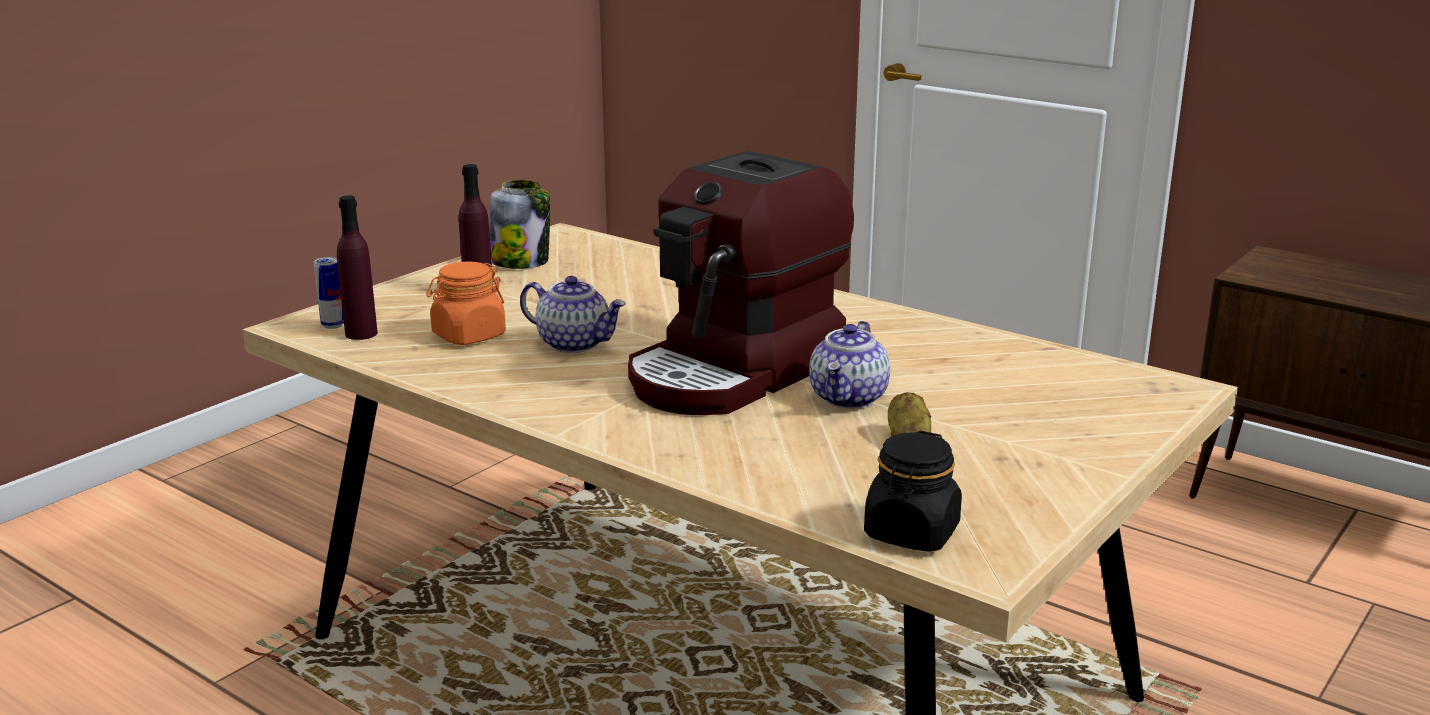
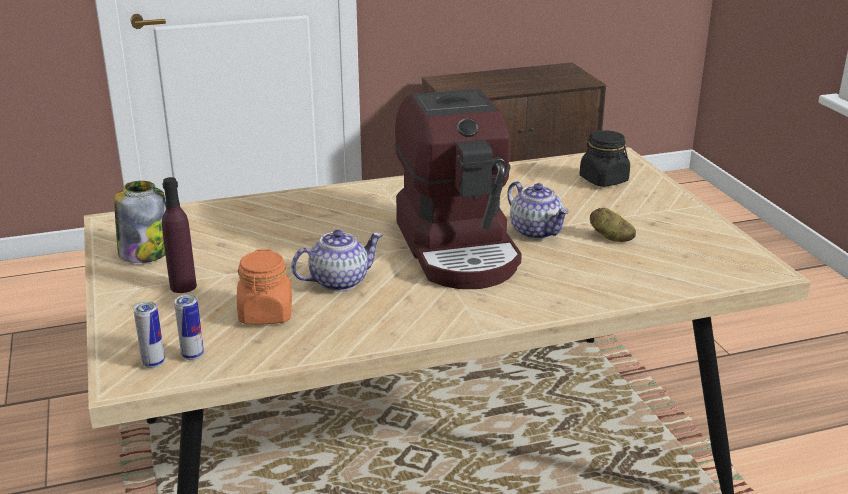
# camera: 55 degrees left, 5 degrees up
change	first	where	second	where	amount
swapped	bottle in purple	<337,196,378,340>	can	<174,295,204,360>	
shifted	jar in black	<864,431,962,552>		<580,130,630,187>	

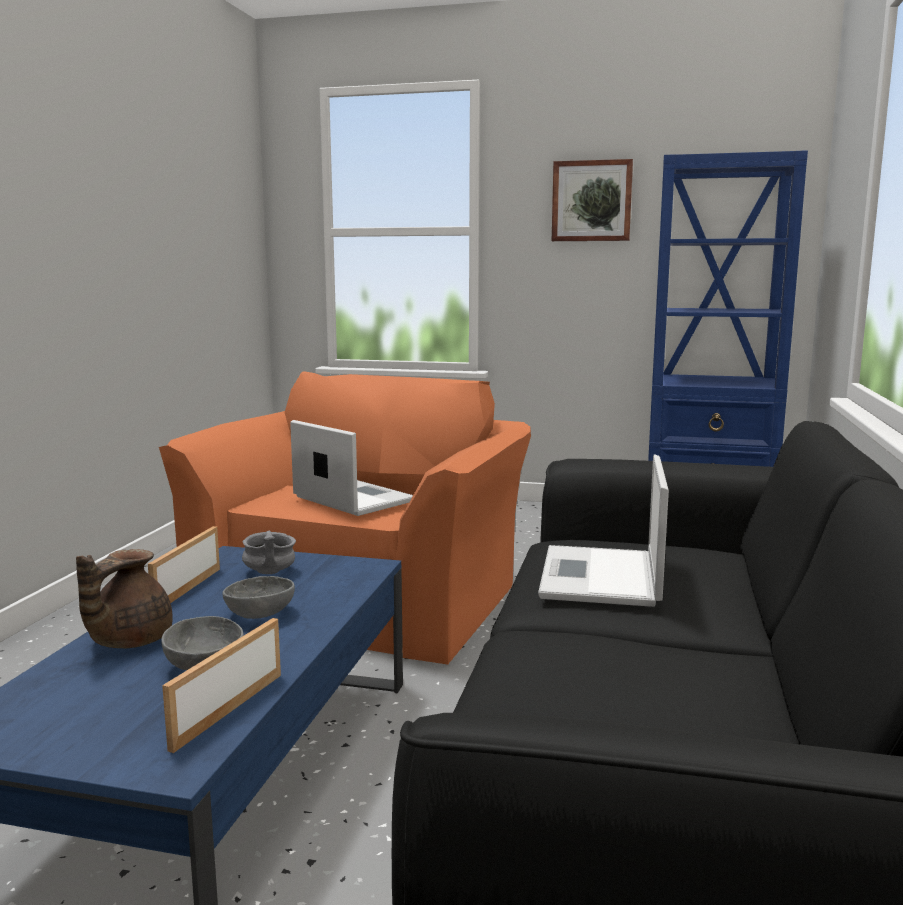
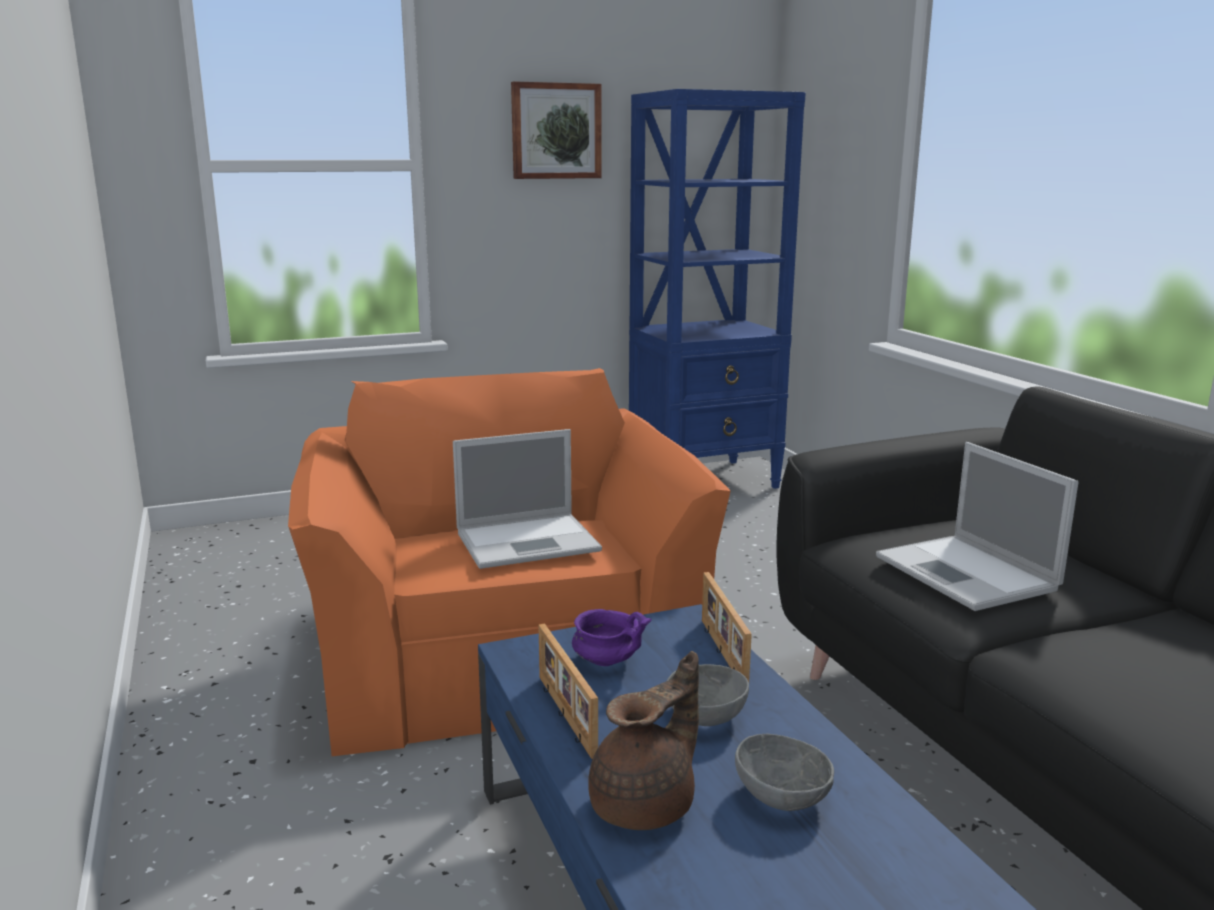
# camera: 35 degrees left, 5 degrees up
change	first	where	second	where	amount
rotated	laptop	<290,420,413,516>		<453,429,602,569>	150 degrees clockwise
repainted	bowl in grey	<242,530,296,574>	bowl in purple	<572,609,652,666>	
rotated	teapot in brown	<76,549,173,648>		<588,651,699,830>	120 degrees counterclockwise
shifted	picture frame	<162,618,281,753>		<702,572,752,682>	

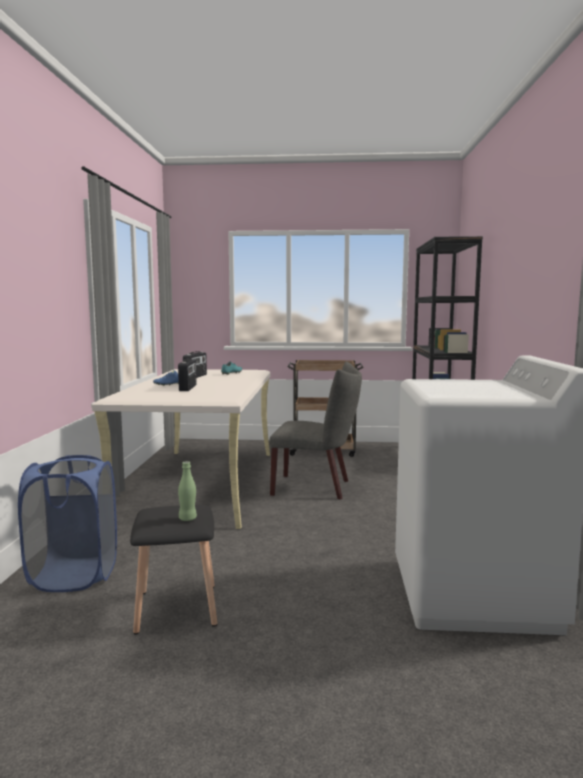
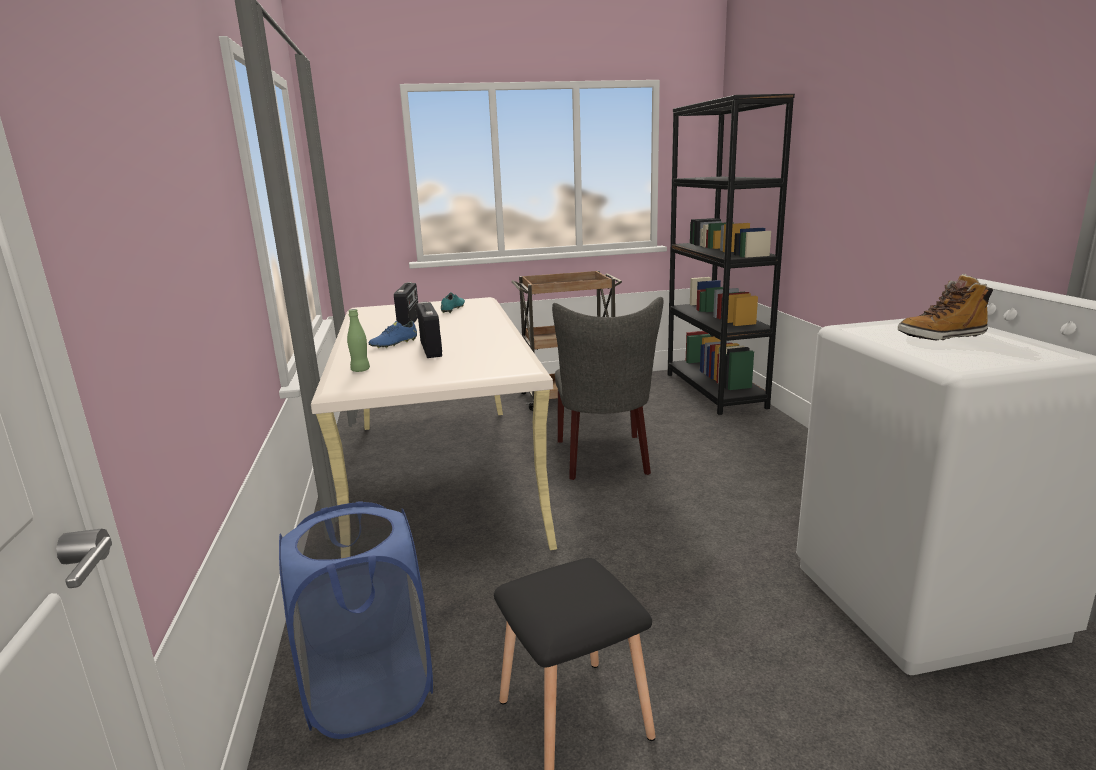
# camera: 15 degrees left, 10 degrees up
change	first	where	second	where	amount
rotated	chair in grey	<269,362,362,500>		<552,297,663,480>	90 degrees clockwise
shifted	bottle in green	<178,461,197,521>		<347,309,370,372>	
new			boot	<898,274,993,340>	

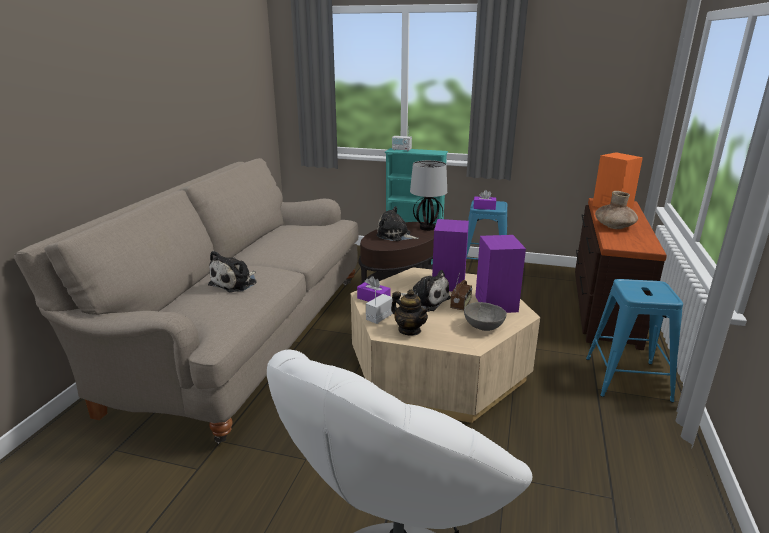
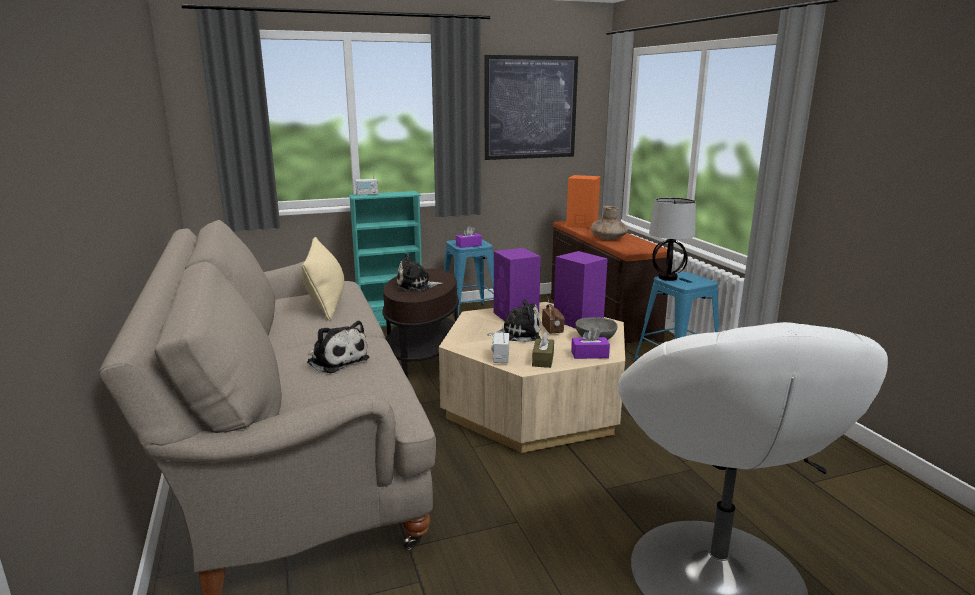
# camera: 35 degrees left, 5 degrees down
change	first	where	second	where	amount
shifted	table lamp	<410,160,447,231>		<649,197,696,281>	
rotated	plush toy	<208,251,257,293>		<307,321,369,373>	45 degrees counterclockwise
shifted	tissue box in purple	<357,276,391,302>		<571,328,610,359>	
swapped	teapot	<391,290,430,336>	tissue box in brown	<532,332,554,368>	
new			picture	<485,55,578,160>	
new			pillow in beige	<302,237,344,321>	

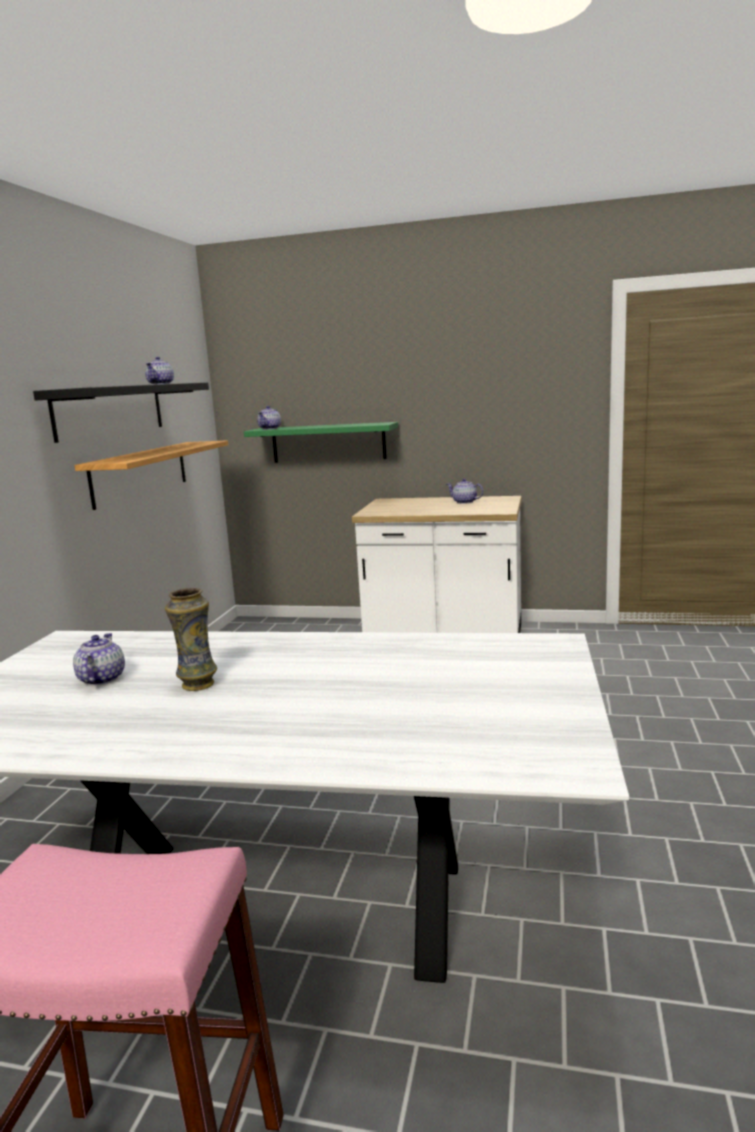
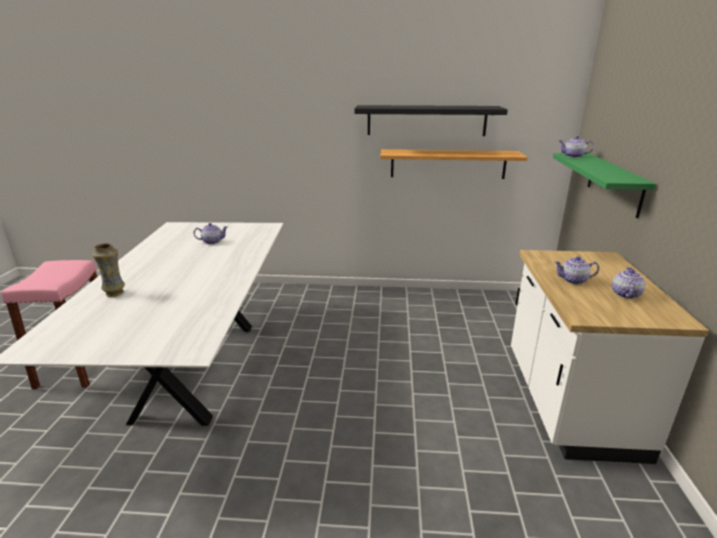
# camera: 80 degrees right, 10 degrees up
change	first	where	second	where	amount
shifted	teapot	<145,357,174,385>		<555,256,599,284>	
shifted	vase	<165,588,217,691>		<92,243,125,297>	

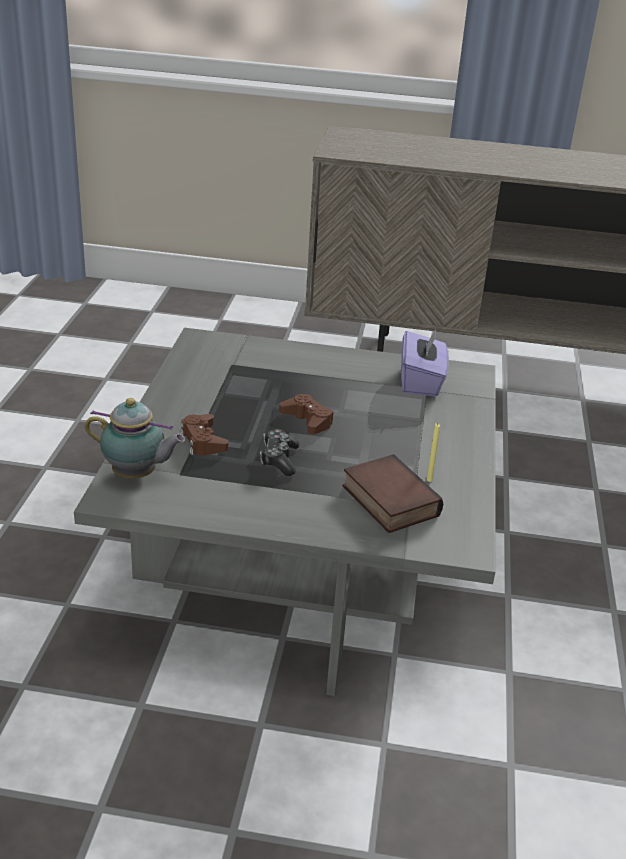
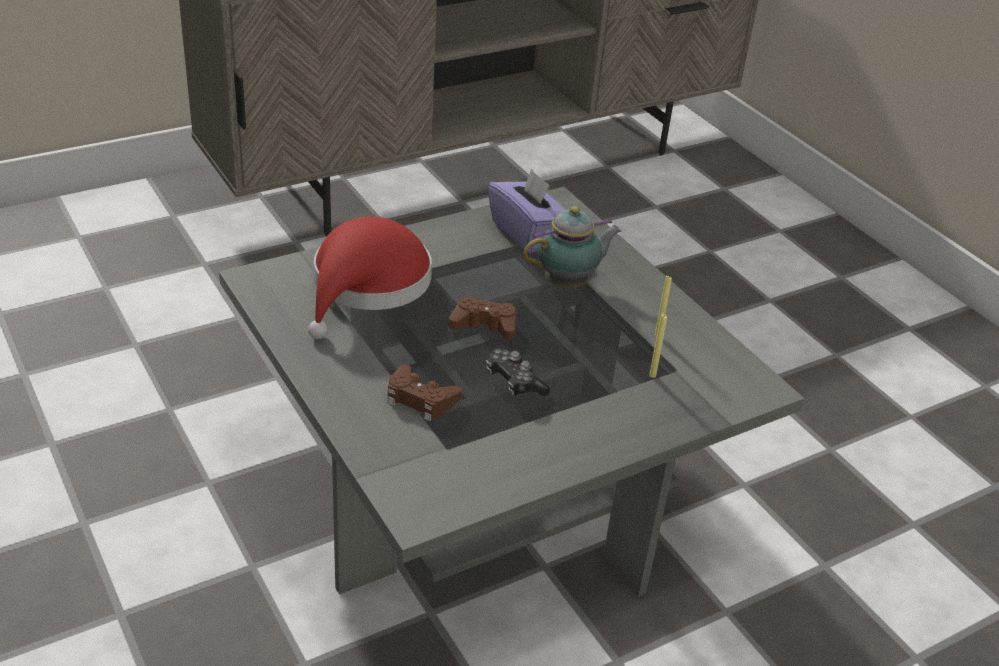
# camera: 40 degrees left, 5 degrees up
change	first	where	second	where	amount
shifted	teapot	<85,398,185,479>		<523,206,622,288>	
swapped	book	<343,454,443,533>	candle in yellow	<649,314,667,378>	
new			hat in red	<308,217,432,339>	

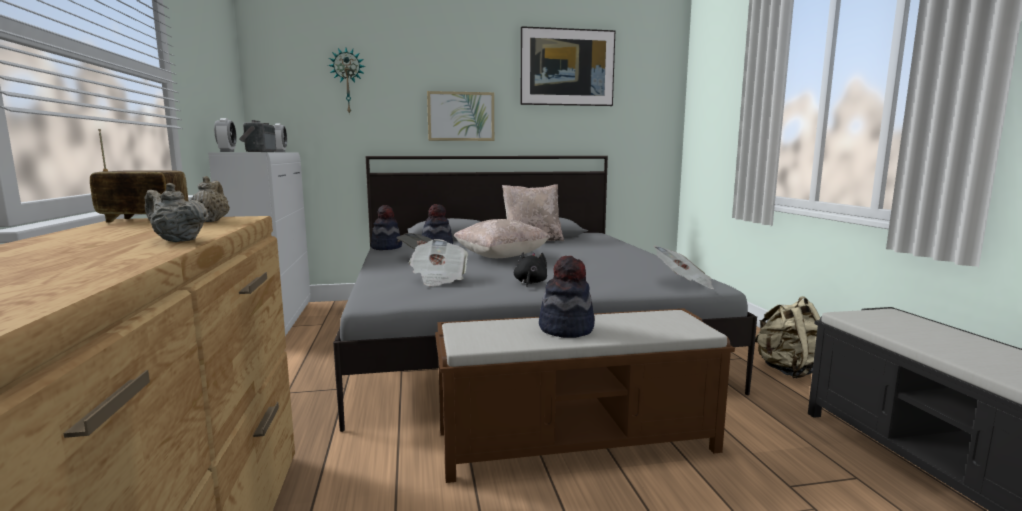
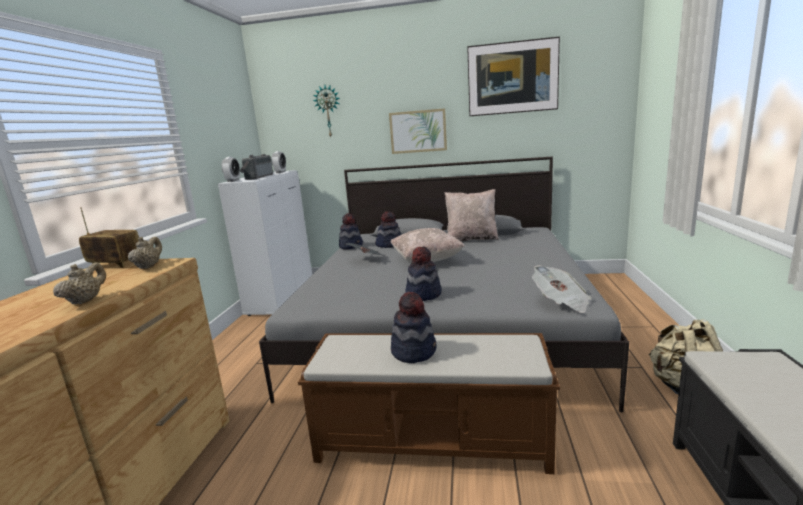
# camera: 20 degrees right, 5 degrees up
change	first	where	second	where	amount
rotated	teapot in beige	<145,183,209,242>		<53,262,106,304>	60 degrees clockwise
gone	newspaper	<409,239,468,286>			
swapped	plush toy in black	<514,252,547,287>	hat	<405,246,442,301>	

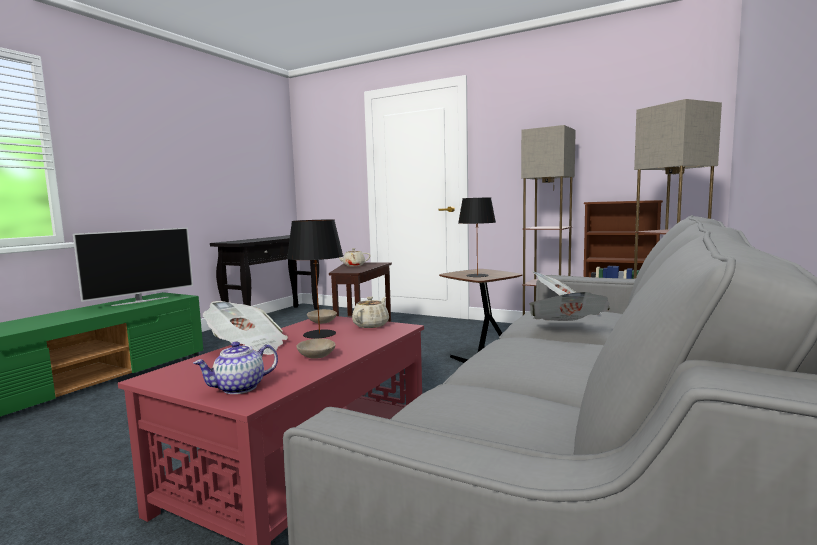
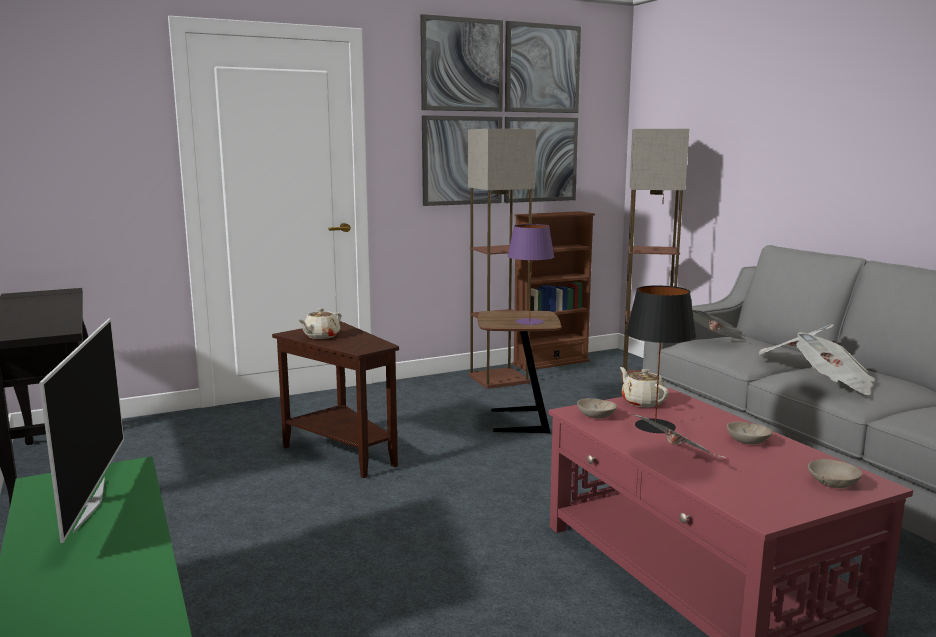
# camera: 55 degrees left, 5 degrees up
change	first	where	second	where	amount
repainted	table lamp in black	<458,197,496,277>	table lamp in purple	<507,224,554,325>	
swapped	teapot	<193,341,278,394>	bowl in beige	<808,459,862,488>	
new			picture	<420,14,581,206>	
new			newspaper	<796,332,875,395>	

